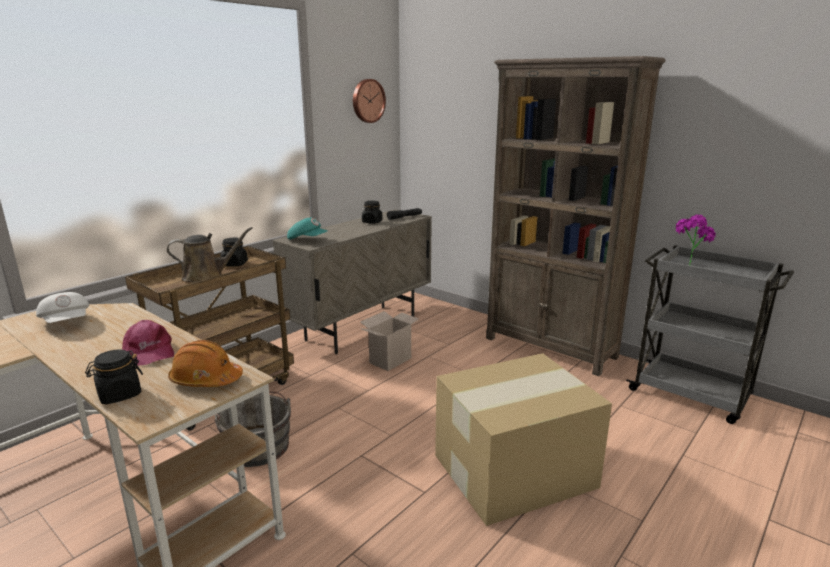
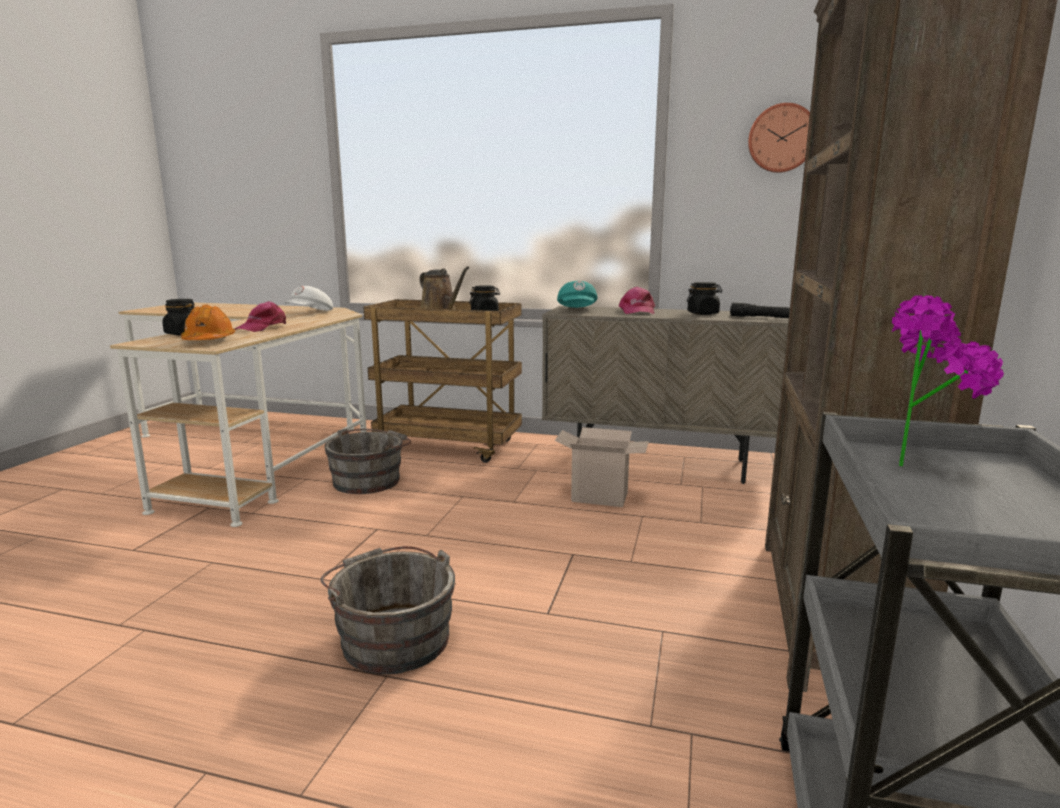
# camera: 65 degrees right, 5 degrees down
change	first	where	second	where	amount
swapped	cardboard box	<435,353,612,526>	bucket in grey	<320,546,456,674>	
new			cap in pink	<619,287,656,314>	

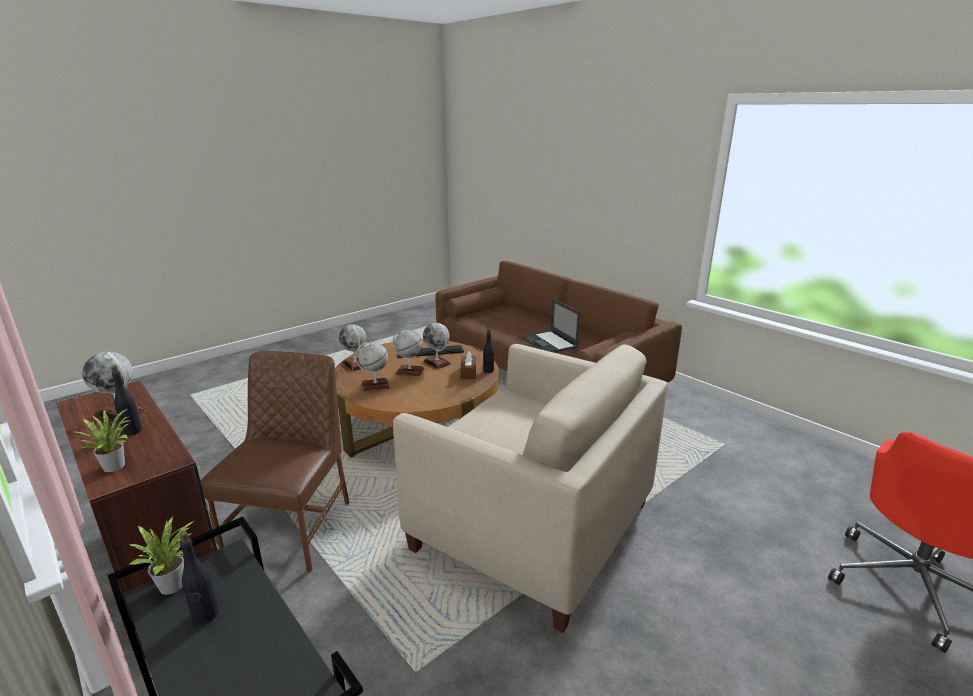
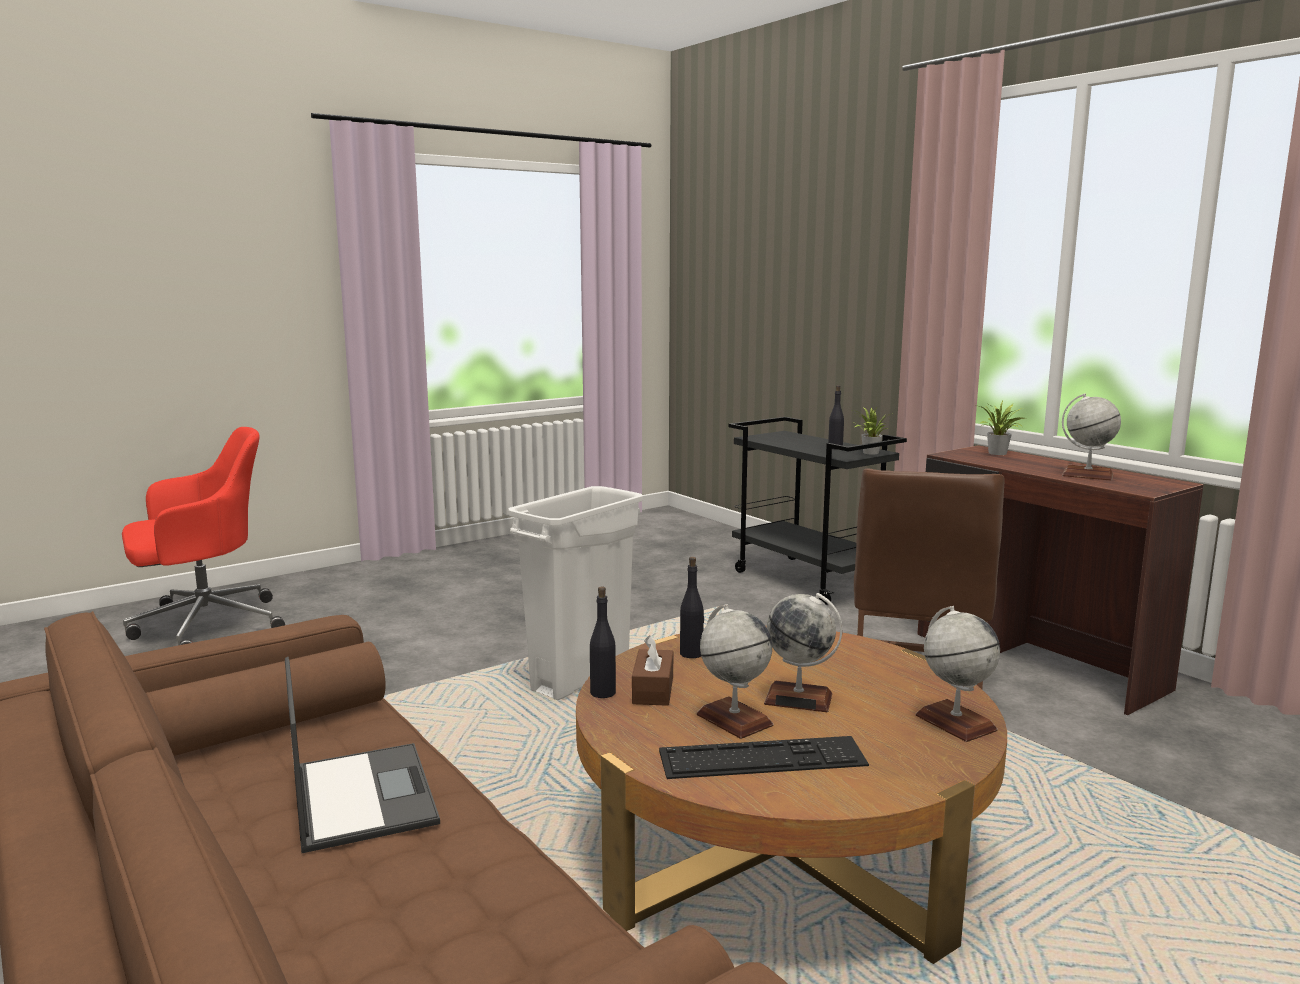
# camera: 175 degrees left, 10 degrees down
change	first	where	second	where	amount
gone	globe	<356,342,390,391>			
swapped	armchair in beige	<393,344,668,633>	trash can in white	<508,486,643,700>	
shifted	bottle in black	<111,366,142,436>		<680,557,704,658>	

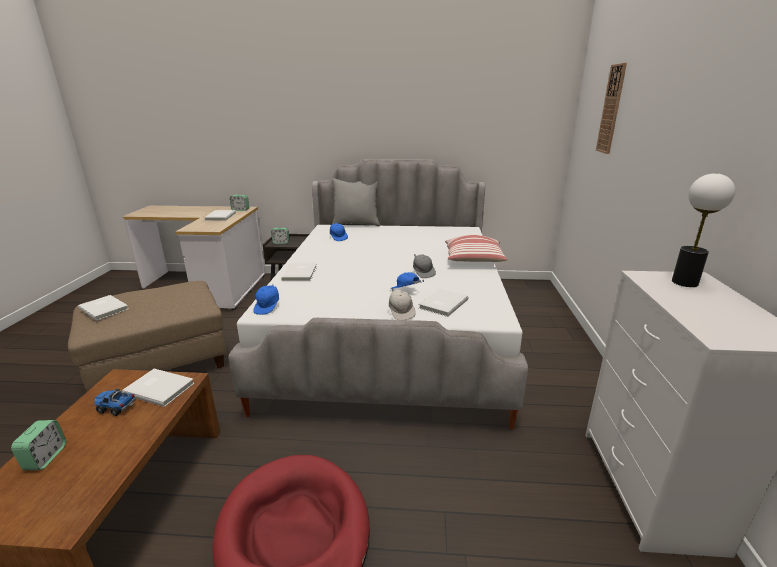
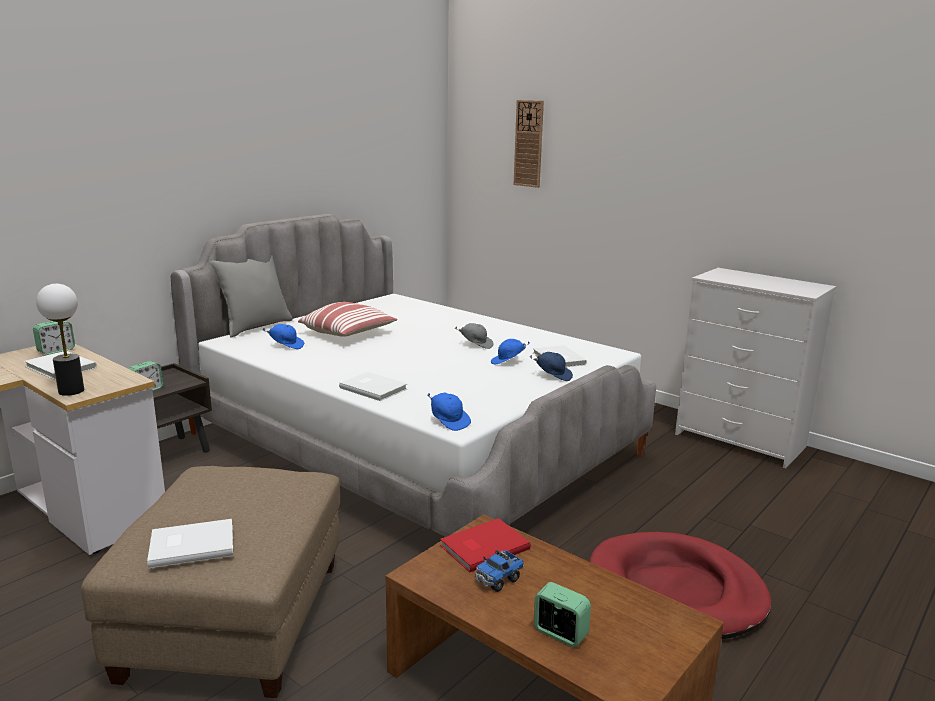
# camera: 55 degrees left, 5 degrees down
change	first	where	second	where	amount
shifted	table lamp	<672,173,735,287>		<36,284,84,396>	
shifted	pillow	<445,235,508,262>		<298,302,397,337>	
repainted	cap in white	<389,289,416,320>	cap in blue	<530,352,573,381>	
repainted	book in white	<122,369,194,407>	book in red	<440,518,531,572>	

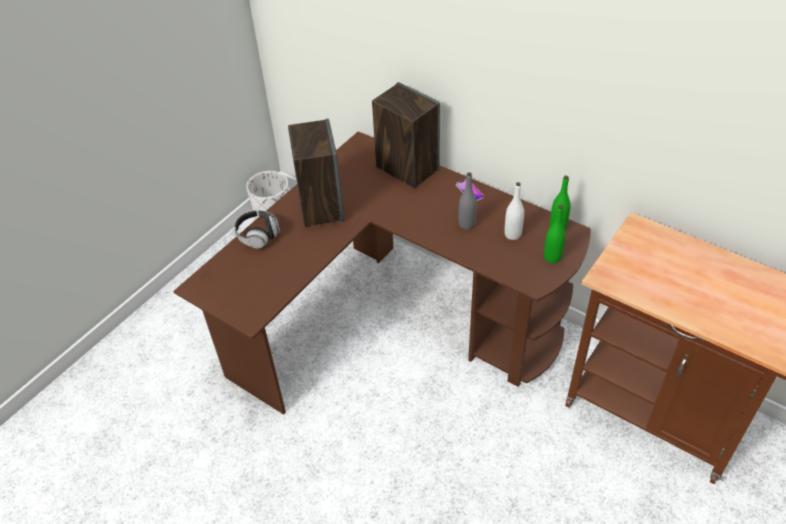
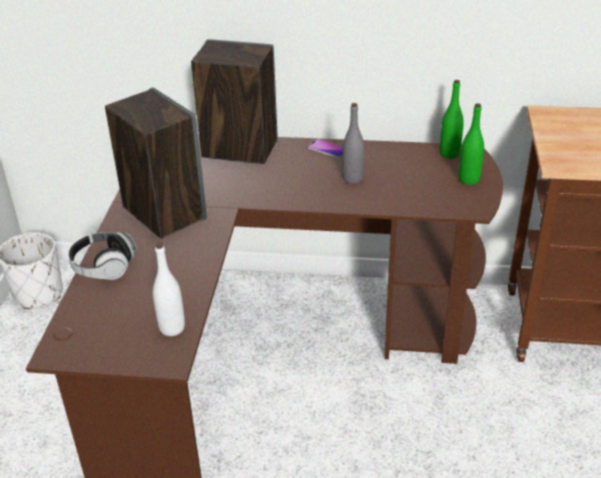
# camera: 30 degrees left, 10 degrees down
change	first	where	second	where	amount
shifted	bottle in white	<504,182,524,240>		<153,243,185,336>	

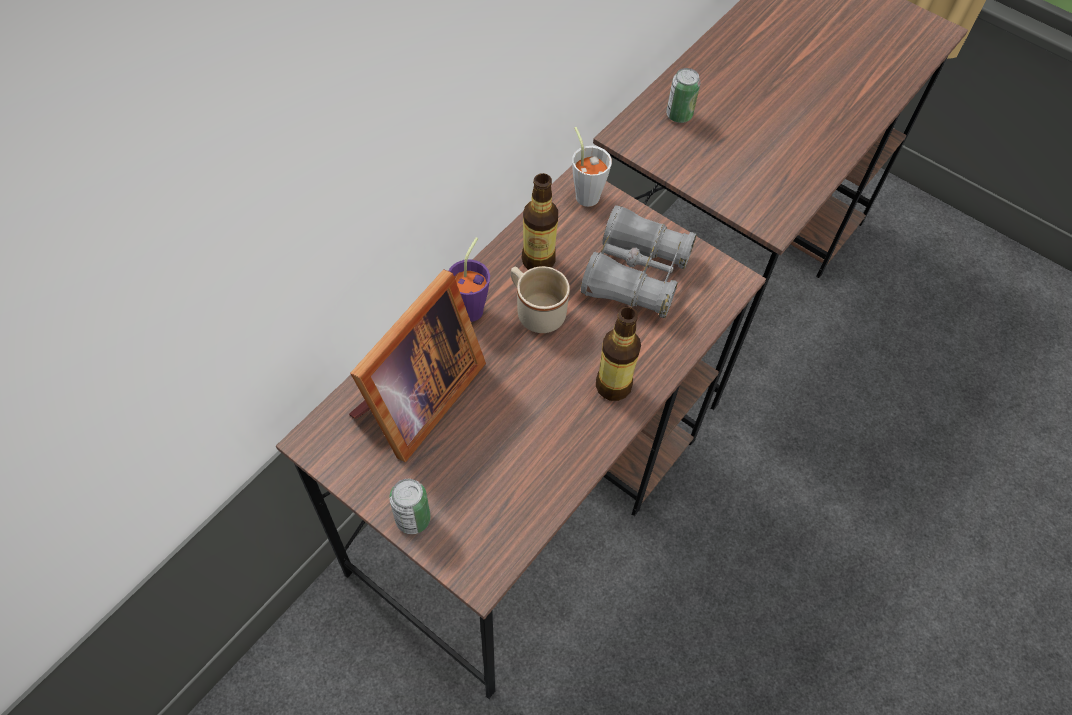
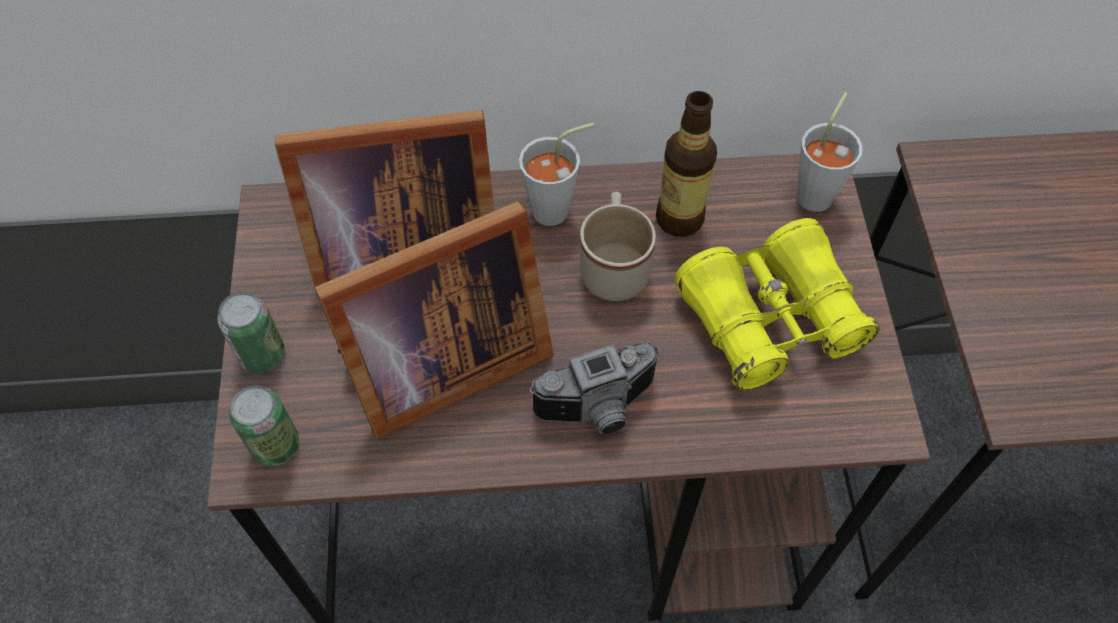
# camera: 50 degrees right, 0 degrees up
change	first	where	second	where	amount
shifted	can	<666,68,700,123>		<229,385,299,466>	
repainted	binoculars in grey	<581,205,697,318>	binoculars in yellow	<675,218,879,391>	
repainted	cup in purple	<449,237,490,322>	cup in grey	<519,123,594,226>	
swapped	bottle	<596,307,641,401>	photo camera	<529,342,660,434>	
new			picture frame	<315,201,554,439>	

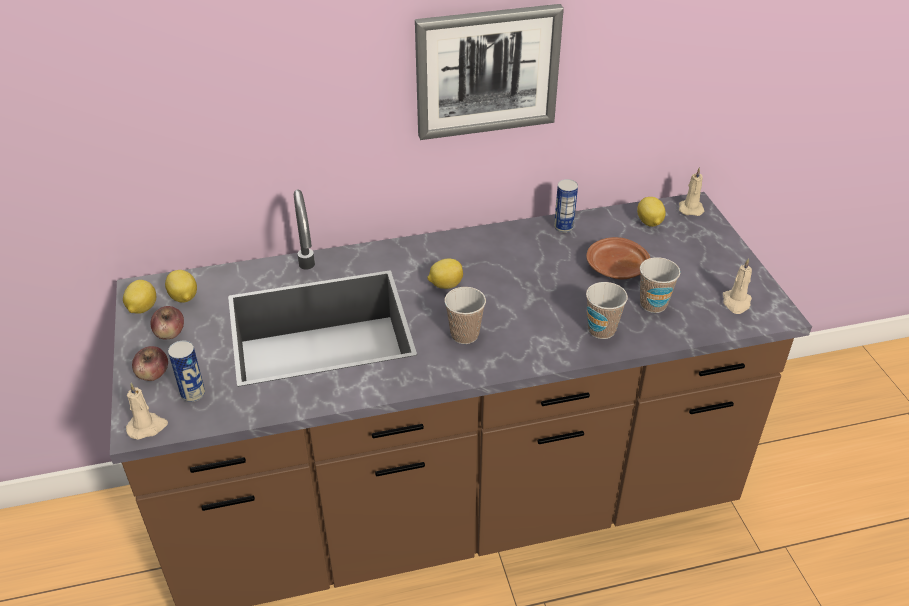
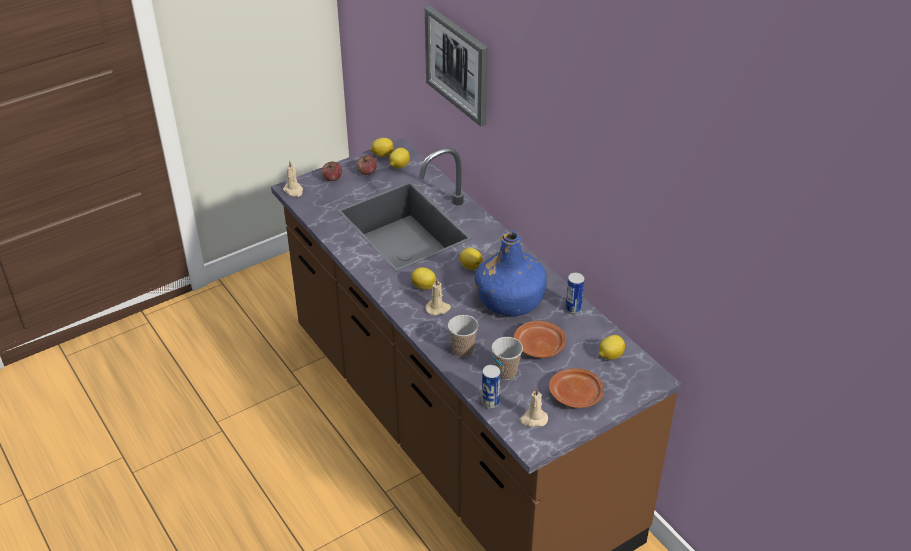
# camera: 70 degrees right, 0 degrees up
change	first	where	second	where	amount
shifted	picture	<415,4,564,140>		<425,6,488,127>	
shifted	candle in beige	<679,167,704,216>		<425,278,451,315>	
swapped	cup	<444,287,486,344>	lemon	<411,267,436,290>	
shifted	can	<168,340,205,402>		<482,365,501,409>	
new			bottle in blue	<475,231,547,316>	
new			plate in brown	<549,368,604,408>	

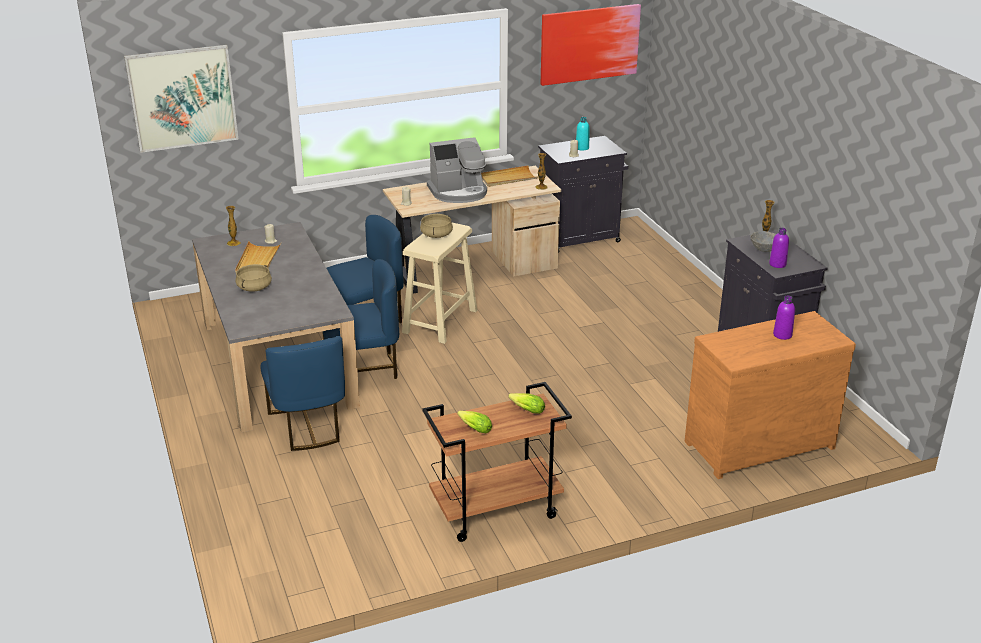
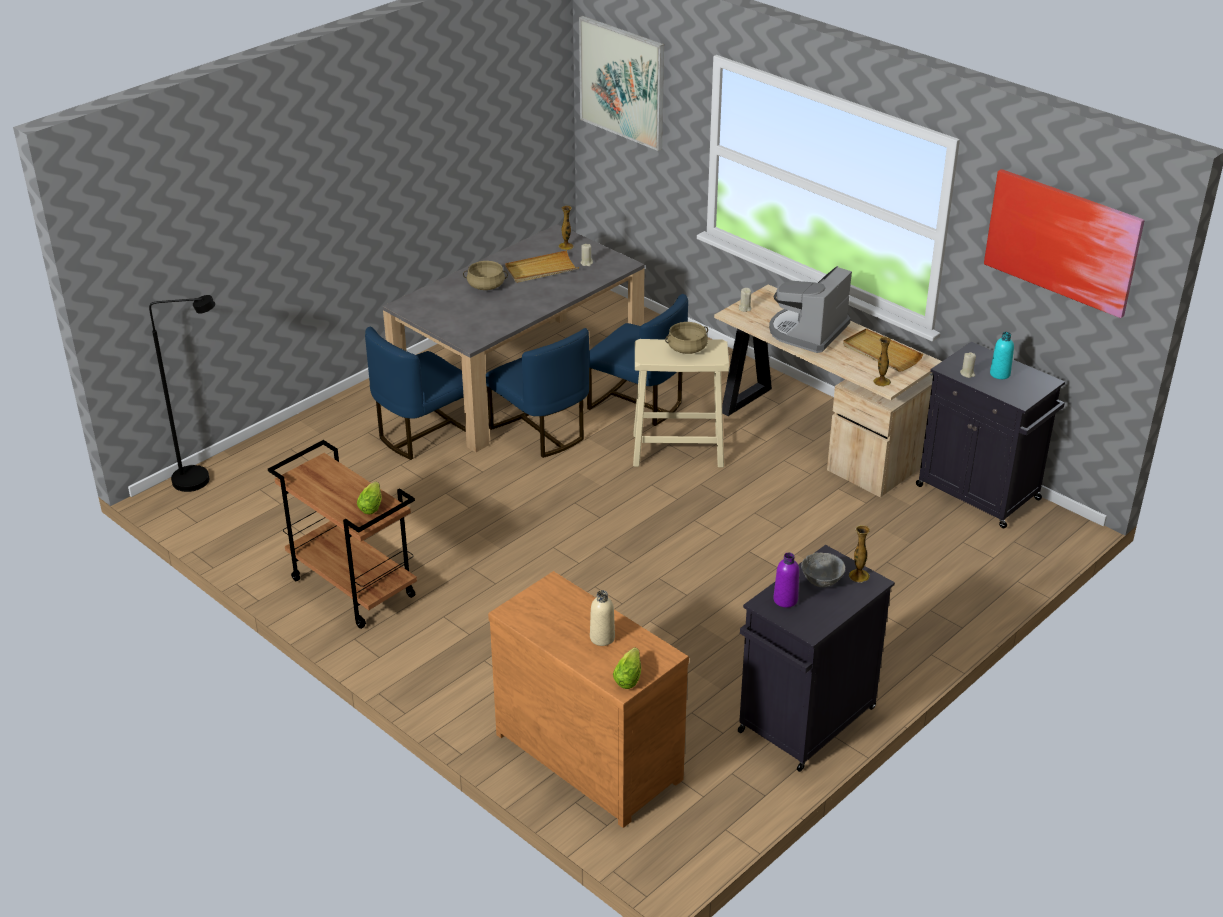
# camera: 65 degrees right, 5 degrees up
change	first	where	second	where	amount
rotated	coffee machine	<427,137,487,203>		<769,266,852,353>	75 degrees clockwise
repainted	bottle in purple	<773,296,795,340>	bottle in beige	<590,590,615,646>	
shifted	lettuce	<457,410,492,433>		<613,647,641,689>	
new			floor lamp in black	<149,295,215,492>	

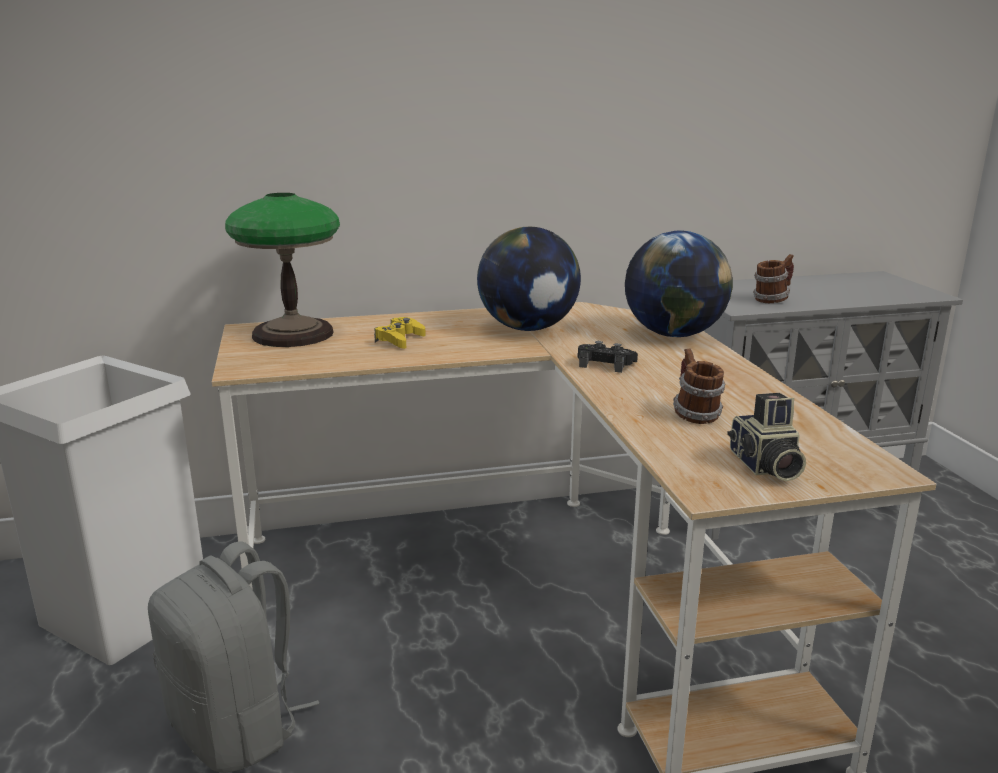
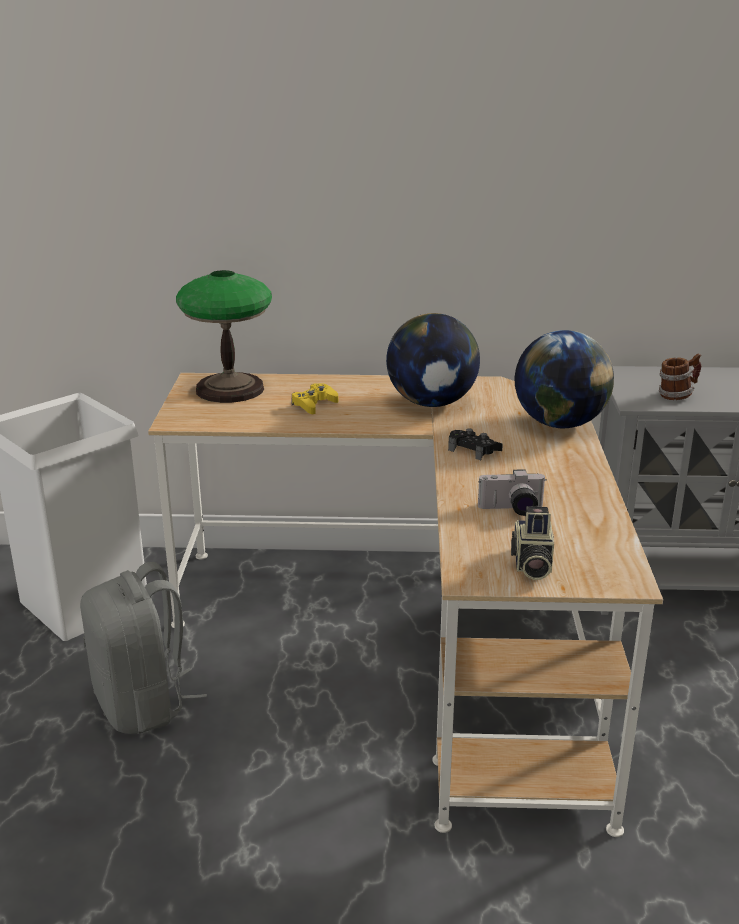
# camera: 15 degrees right, 5 degrees up
change	first	where	second	where	amount
swapped	mug	<673,348,726,424>	photo camera	<478,469,547,516>	

